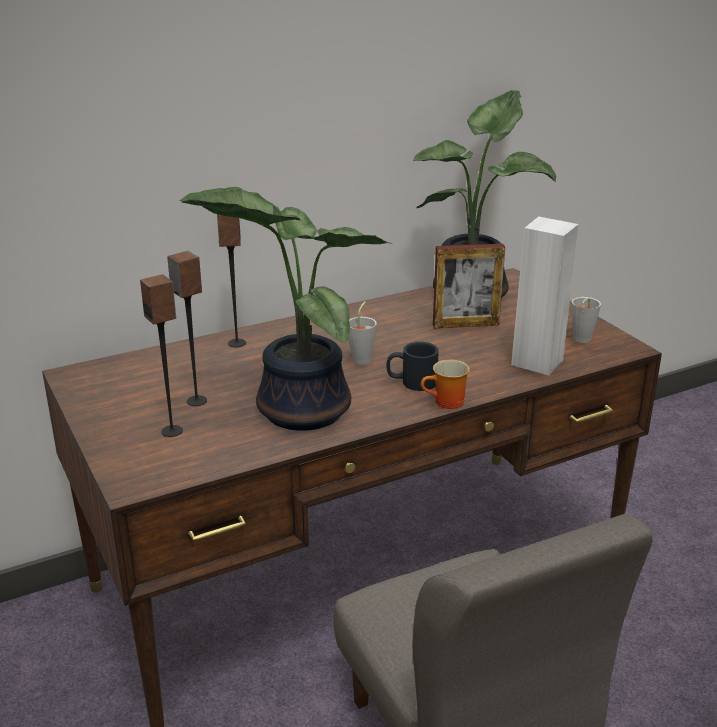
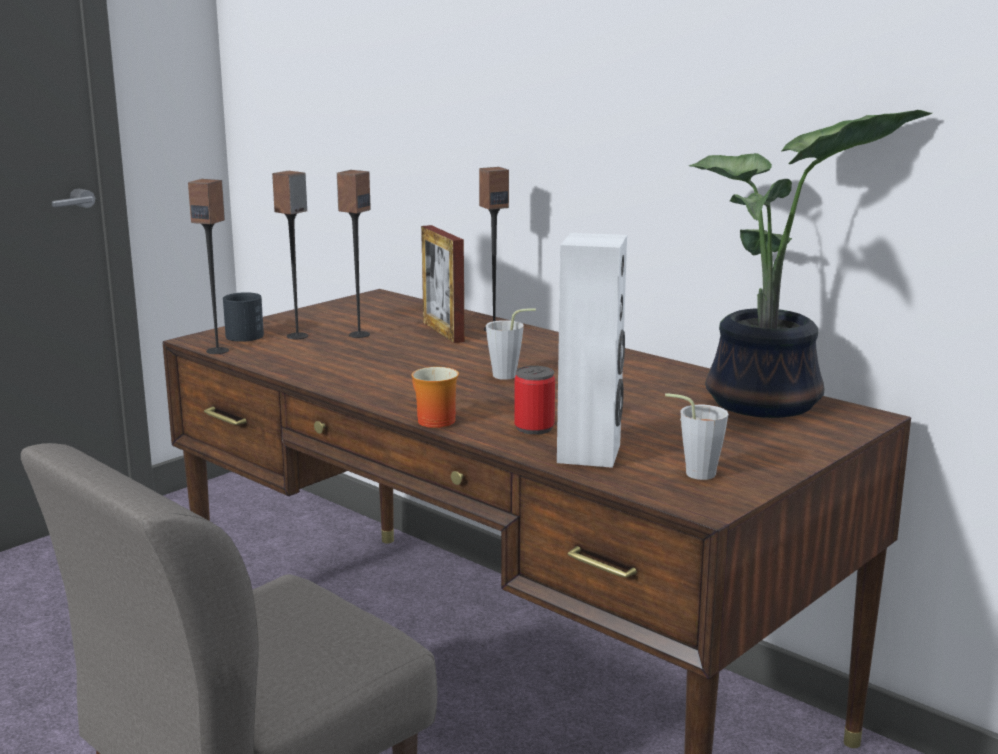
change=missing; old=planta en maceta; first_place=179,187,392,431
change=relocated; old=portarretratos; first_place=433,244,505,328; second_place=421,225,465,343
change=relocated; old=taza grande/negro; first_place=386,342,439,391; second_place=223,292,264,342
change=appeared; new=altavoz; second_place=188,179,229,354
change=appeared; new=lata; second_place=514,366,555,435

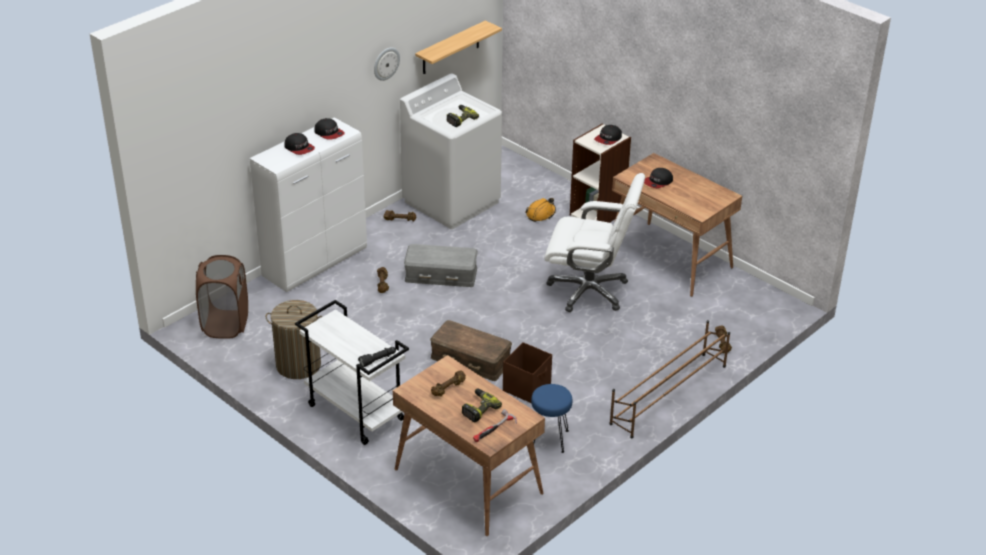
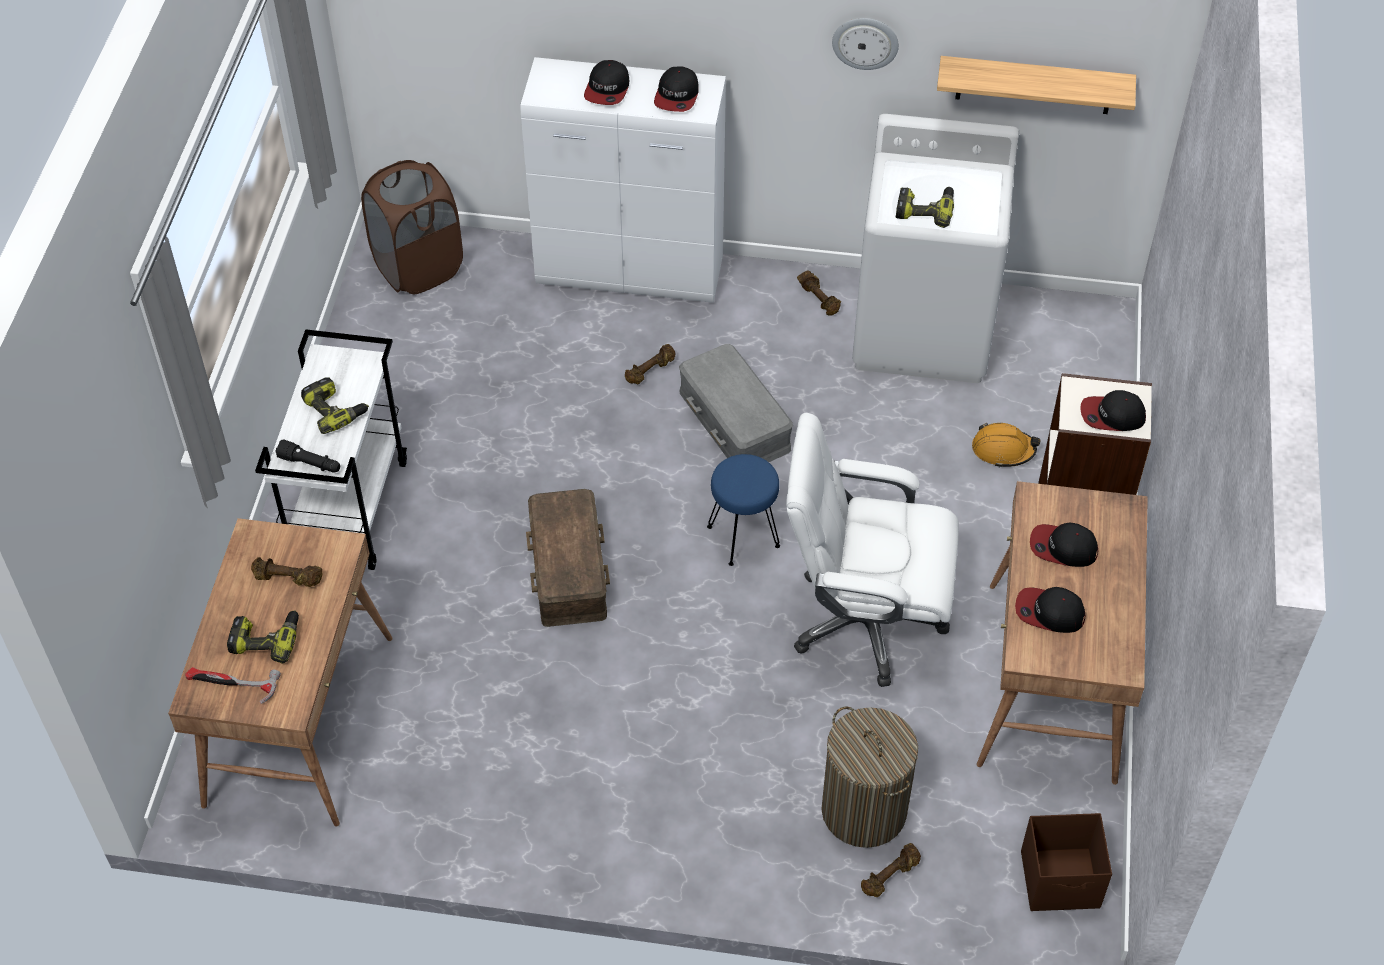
change=spun; old=silla de oficina/blanco; first_place=544,173,645,312; second_place=786,413,959,687; degrees=120
change=relocated; old=cesto de la ropa; first_place=265,300,322,379; second_place=821,706,918,848
change=missing; old=zapatero/marrón; first_place=610,320,730,438
change=relocated; old=caja de almacenaje/marrón; first_place=503,342,552,403; second_place=1021,813,1112,911
change=relocated; old=taburete/azul; first_place=531,384,573,453; second_place=707,454,780,566
change=appeared; new=taladro; second_place=301,377,369,434
change=appeared; new=gorra; second_place=1015,587,1085,633

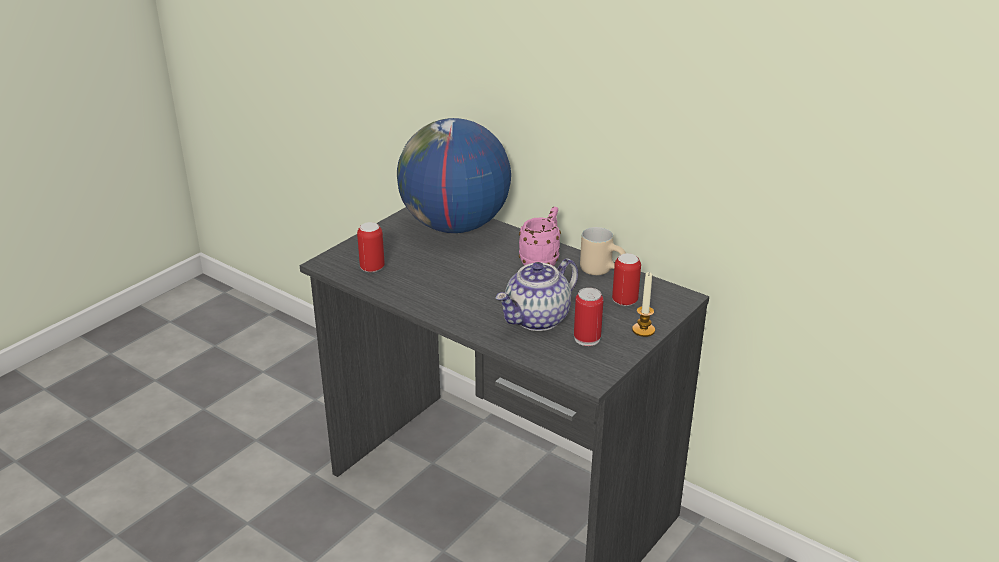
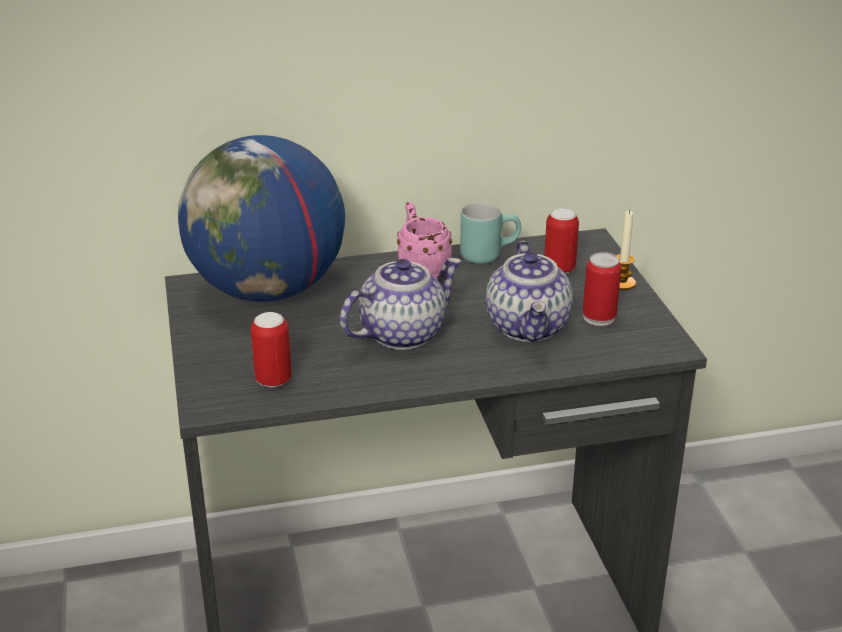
change=colour; old=taza grande/beis; new=taza grande/turquesa; first_place=580,227,626,275; second_place=460,202,521,264
change=appeared; new=tetera; second_place=340,258,462,350

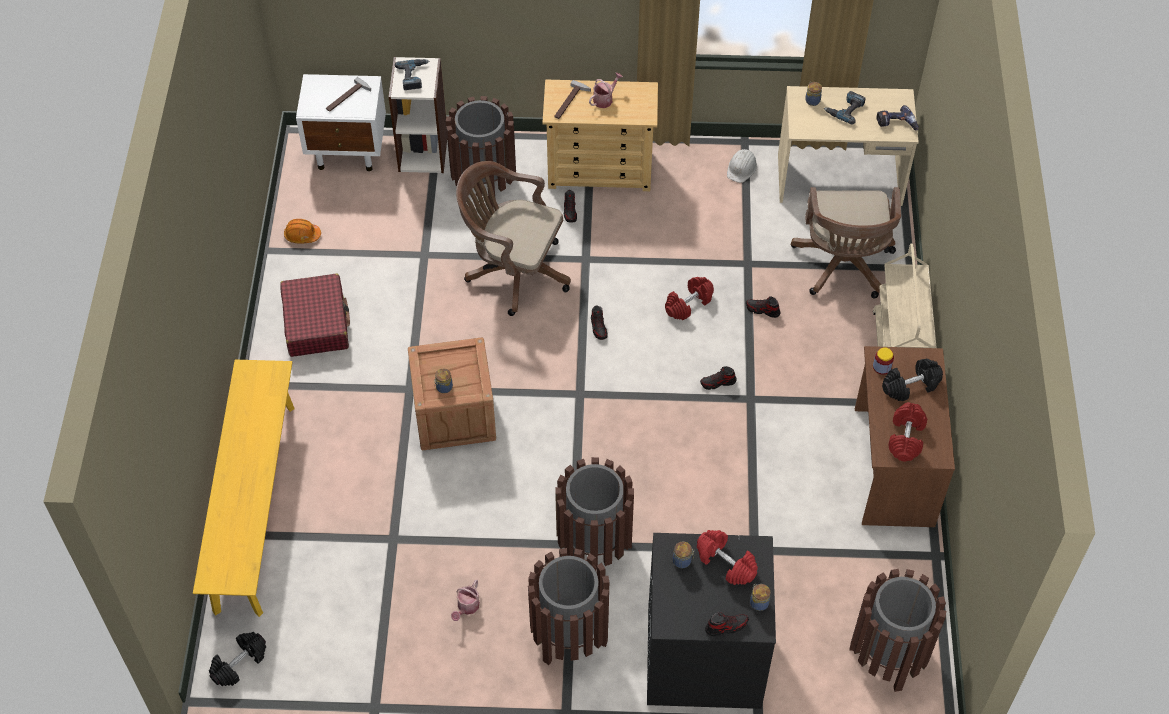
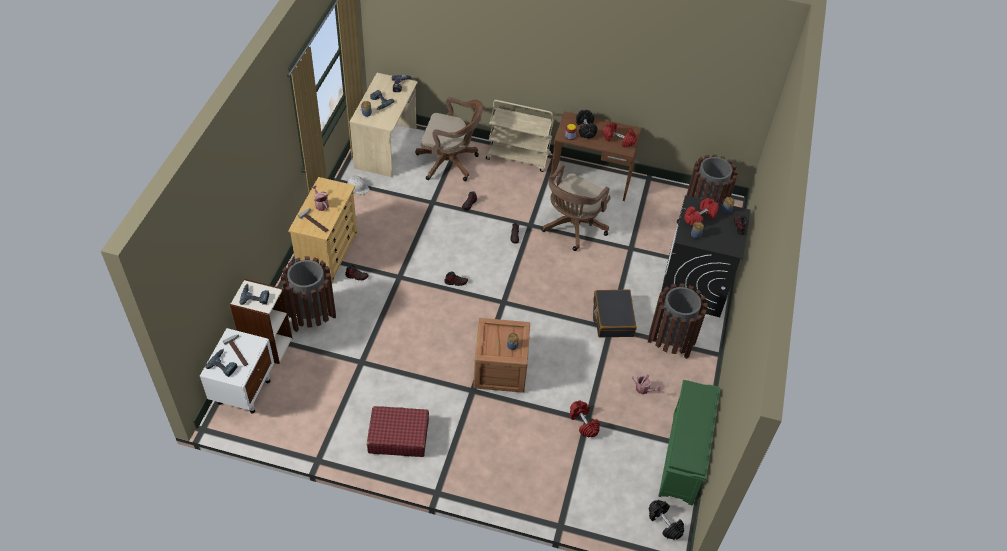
change=relocated; old=silla de oficina/marrón; first_place=456,161,571,316; second_place=541,164,611,251
change=missing; old=casco/naranja; first_place=284,219,321,244
change=relocated; old=mancuerna/rojo; first_place=665,277,714,320; second_place=570,400,600,438
change=missing; old=banco/amarillo; first_place=193,360,295,617
change=exchanged; old=papelera/marrón; new=maleta/negro; first_place=555,457,634,567; second_place=593,289,637,338
change=appeared; new=taladro; second_place=205,349,238,377
change=appeared; new=zapatero/verde; second_place=658,380,721,506

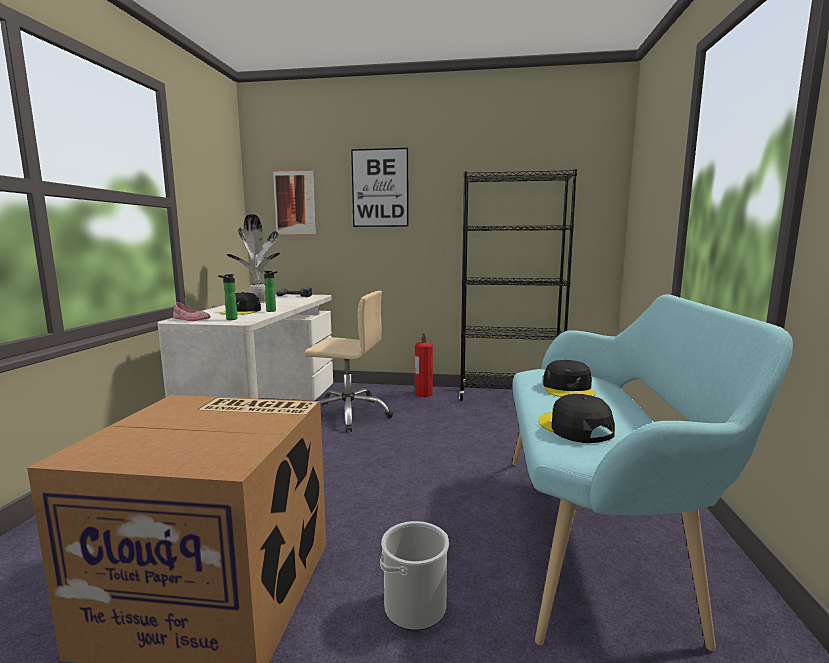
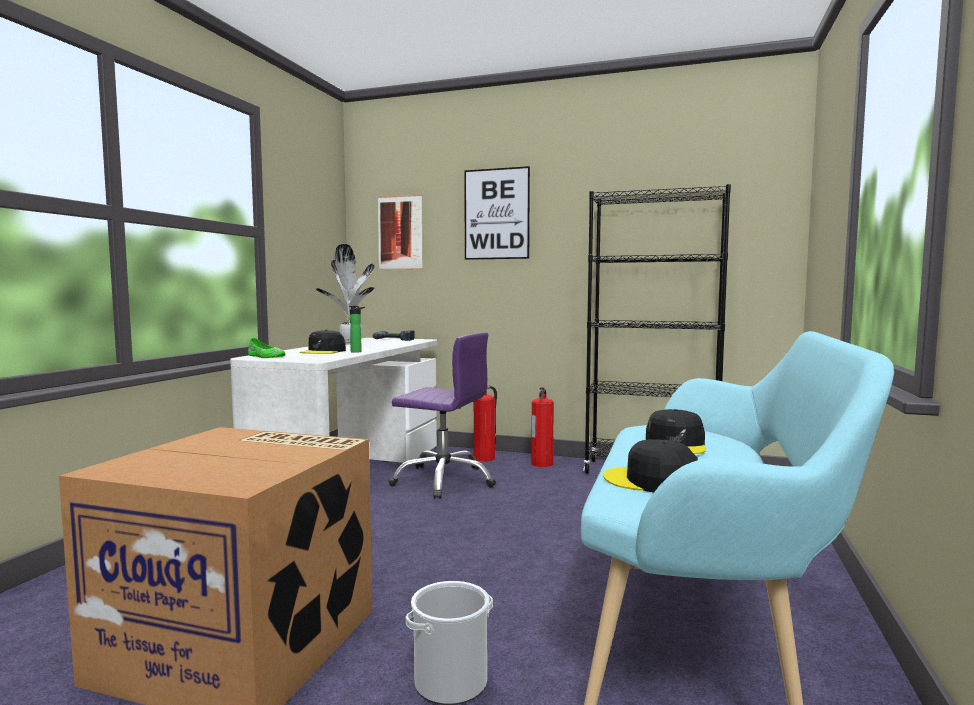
change=missing; old=botella; first_place=218,274,238,320
change=colour; old=silla de oficina/beis; new=silla de oficina/morado; first_place=304,291,393,432; second_place=388,332,496,499
change=colour; old=zapato/rosa; new=zapato/verde; first_place=173,302,211,321; second_place=248,338,285,358
change=spun; old=gorra/negro; first_place=539,394,615,443; second_place=603,439,698,492; degrees=-45
change=appeared; new=extintor; second_place=474,386,497,461

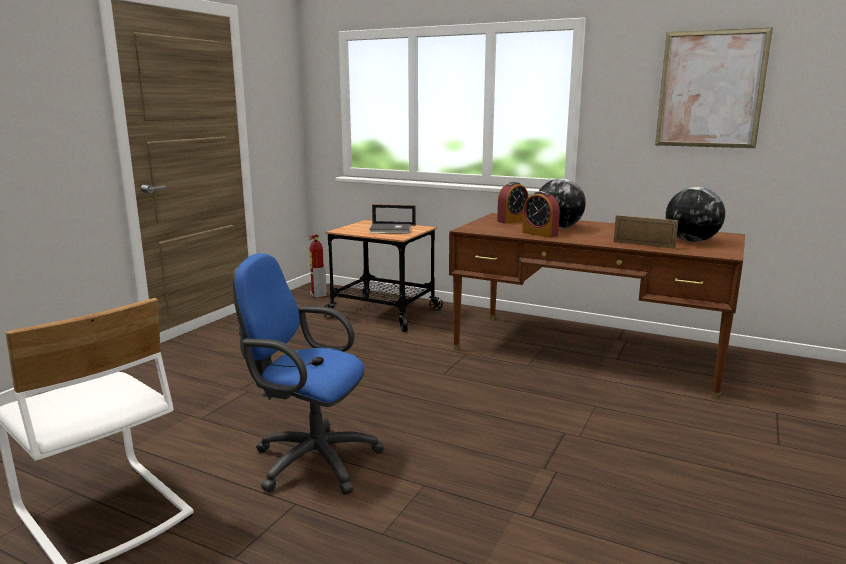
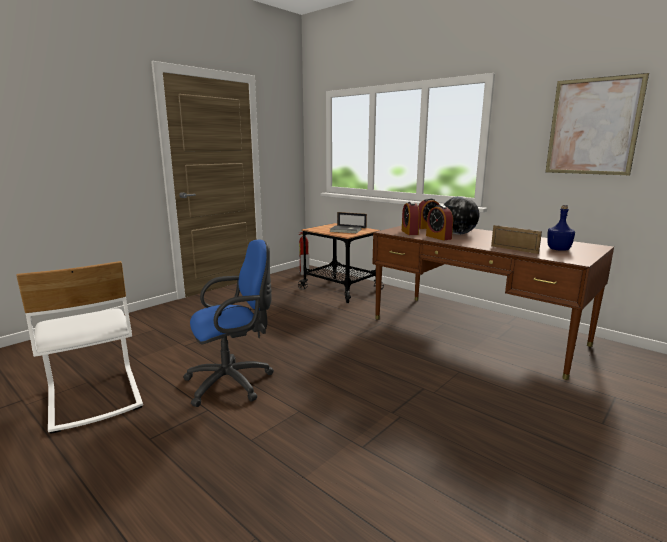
change=exchanged; old=globo terráqueo; new=botella/azul; first_place=666,187,725,242; second_place=547,205,575,251
change=spun; old=silla de oficina/azul; first_place=233,253,384,495; second_place=183,240,274,407; degrees=120
change=appeared; new=despertador; second_place=402,202,420,235

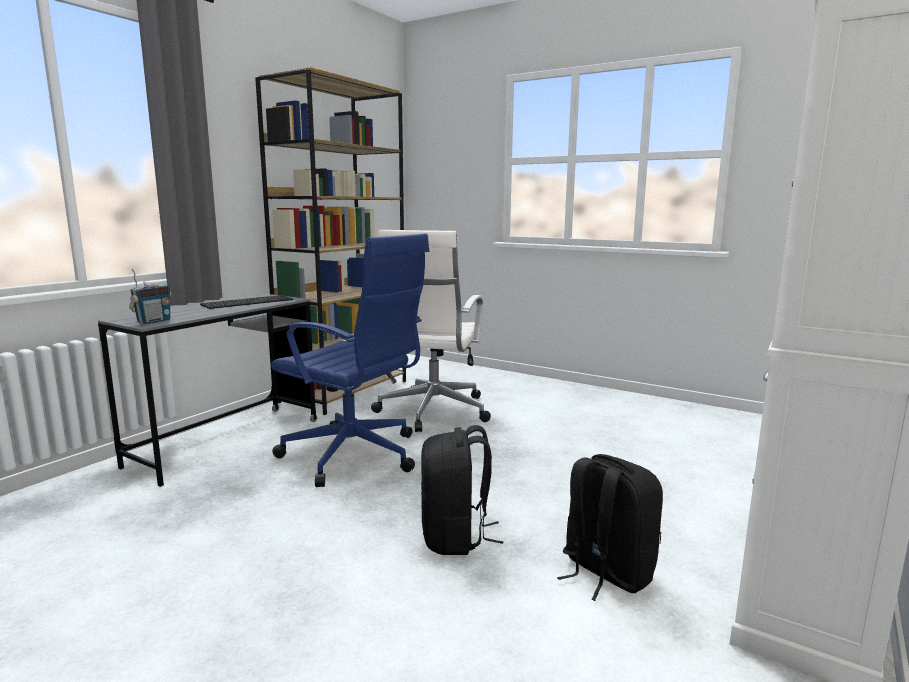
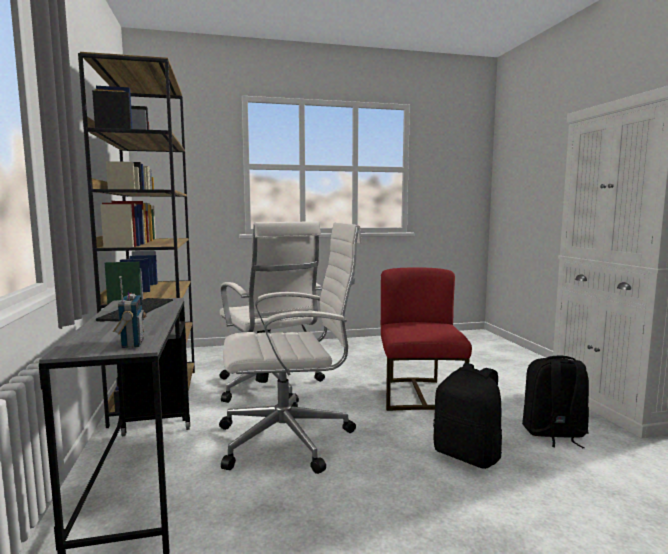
change=colour; old=silla de oficina/azul; new=silla de oficina/blanco; first_place=271,233,429,487; second_place=219,223,362,474
change=appeared; new=silla/rojo; second_place=381,268,472,411

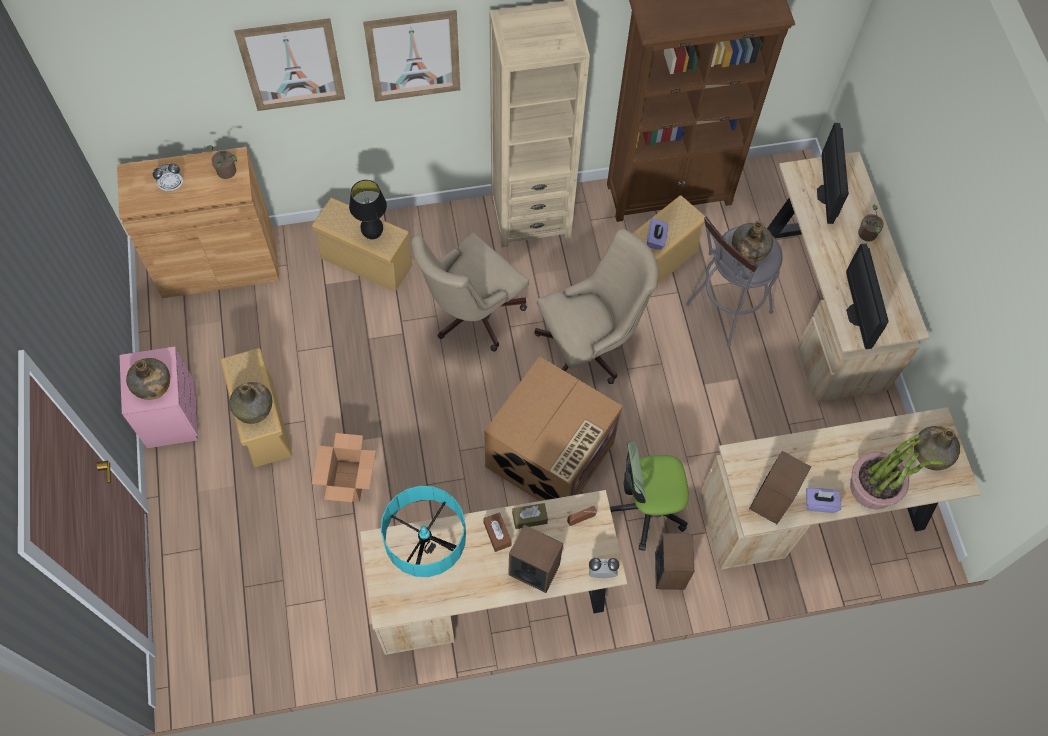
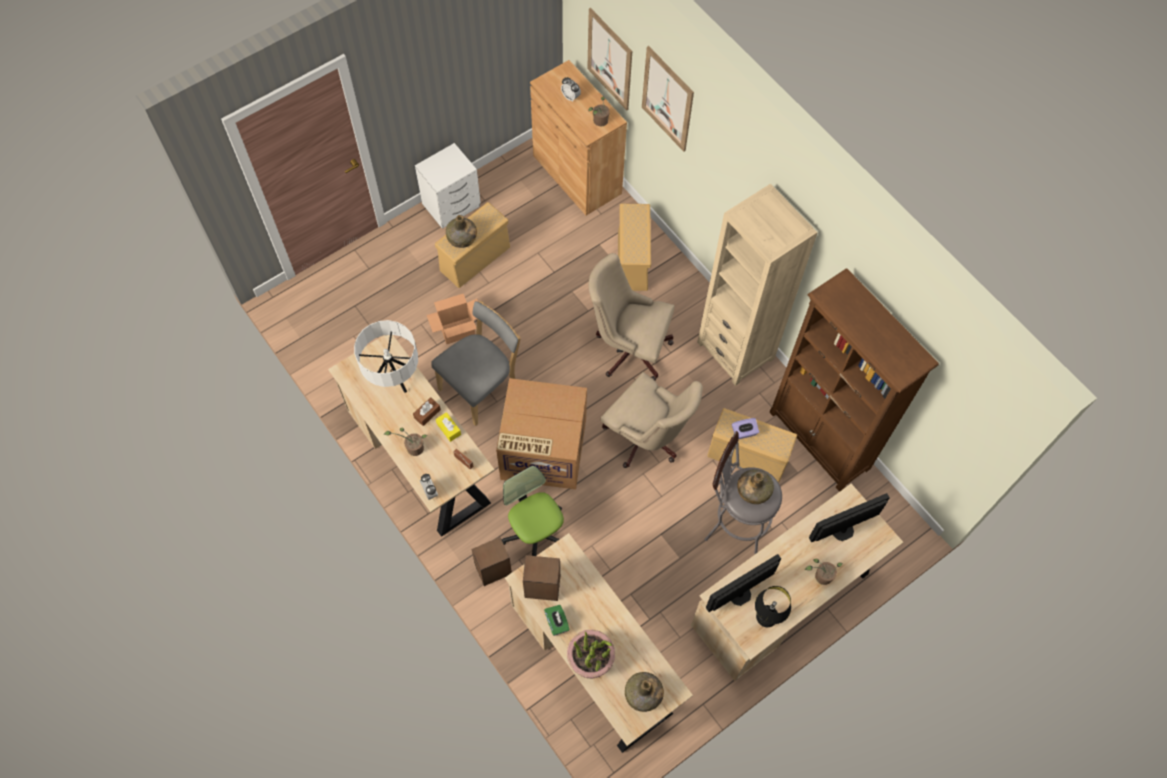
change=relocated; old=cuadro; first_place=363,10,460,102; second_place=587,8,632,111
change=relocated; old=lámpara de mesa/negro; first_place=349,180,387,239; second_place=755,586,791,627
change=colour; old=mesita de noche/rosa; new=mesita de noche/blanco; first_place=119,346,198,448; second_place=415,143,481,229
change=missing; old=botella/verde; first_place=126,358,170,400
change=colour; old=lámpara de mesa/turquesa; new=lámpara de mesa/blanco; first_place=381,486,466,577; second_place=354,320,418,393
change=colour; old=caja de pañuelos/morado; new=caja de pañuelos/verde; first_place=806,488,841,513; second_place=544,605,569,636
change=colour; old=caja de pañuelos/marrón; new=caja de pañuelos/amarillo; first_place=512,503,548,529; second_place=436,412,461,442
change=exchanged; old=altavoz; new=planta en maceta; first_place=508,525,563,593; second_place=384,428,428,456
change=appeared; new=silla/gris; second_place=431,301,521,426

